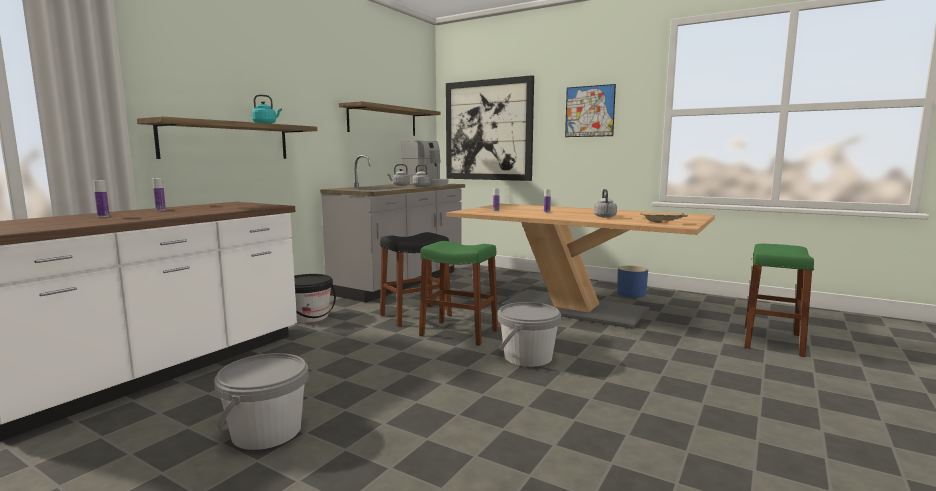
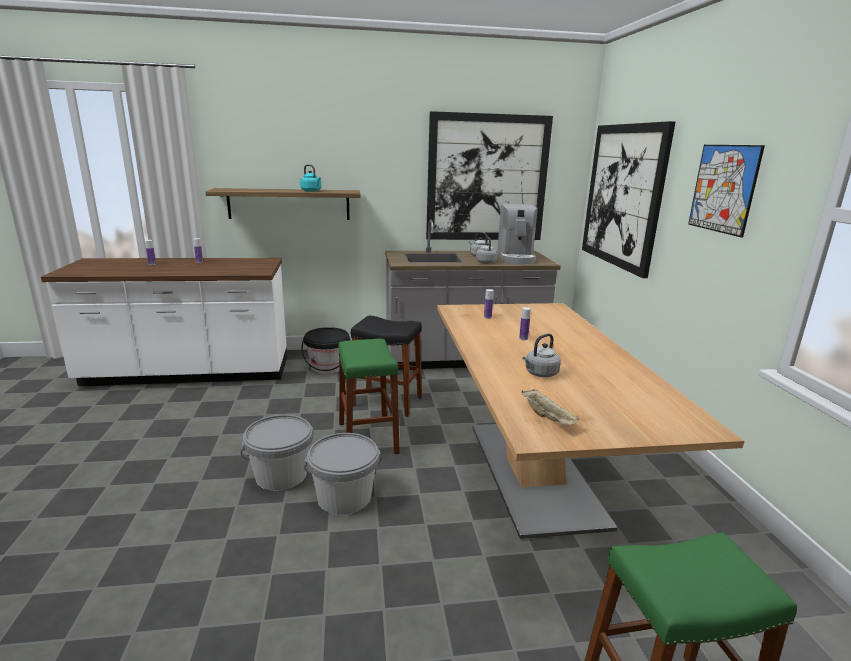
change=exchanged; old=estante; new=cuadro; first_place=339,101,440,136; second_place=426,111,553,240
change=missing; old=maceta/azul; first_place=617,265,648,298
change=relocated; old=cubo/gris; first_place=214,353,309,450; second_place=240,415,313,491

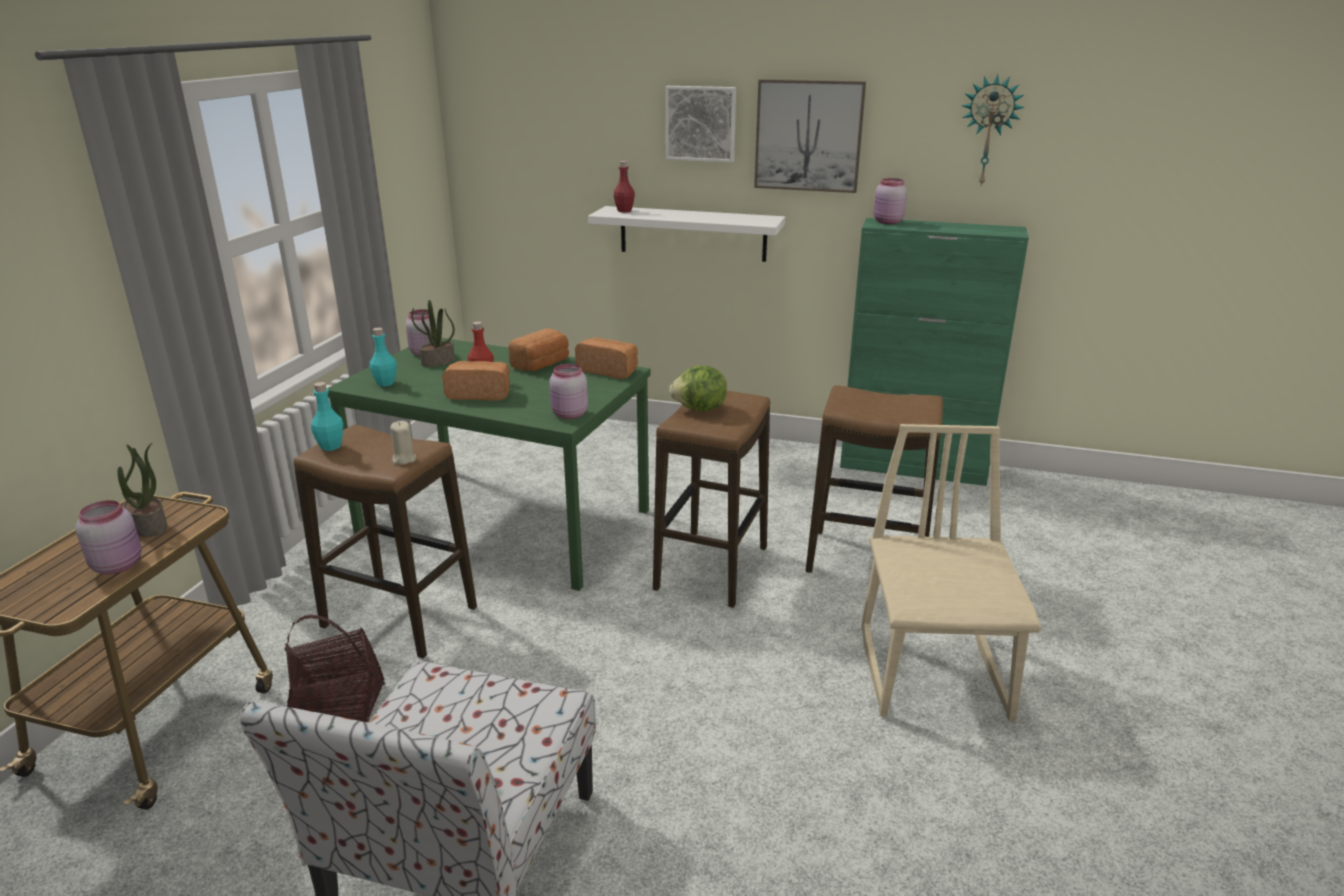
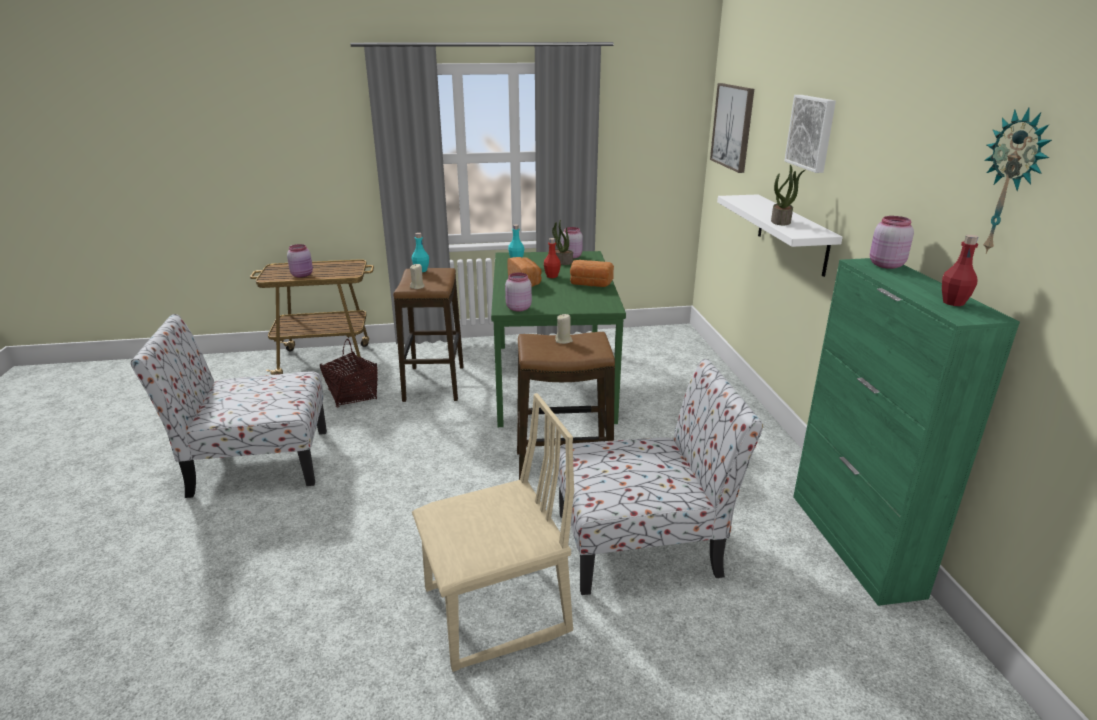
change=relocated; old=cuadro; first_place=754,79,866,193; second_place=710,83,754,173
change=relocated; old=botella/rojo; first_place=614,161,635,213; second_place=942,235,978,306
change=missing; old=pan; first_place=575,337,638,379
change=exchanged; old=lechuga; new=vela/beis; first_place=669,366,727,412; second_place=555,314,573,344
change=exchanged; old=taburete; new=silla; first_place=806,385,943,573; second_place=558,359,763,595
change=relocated; old=planta en maceta; first_place=118,442,167,537; second_place=771,165,805,225

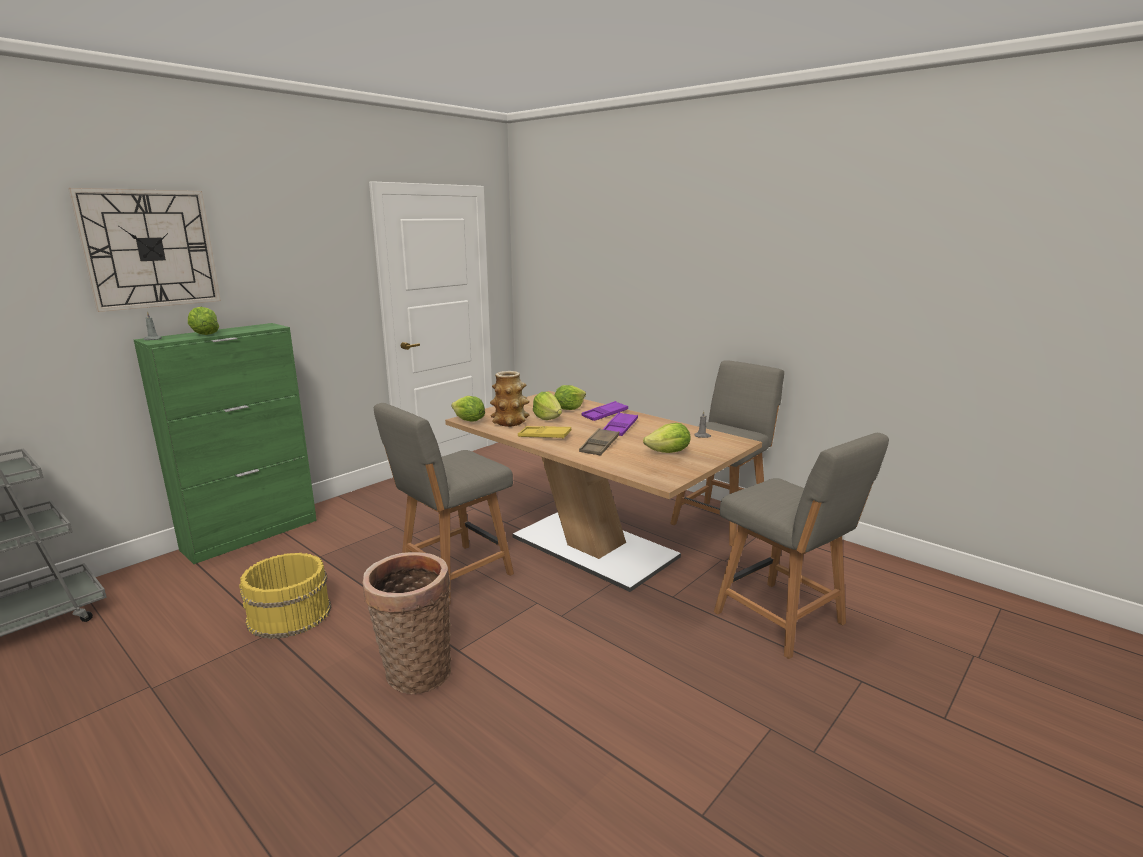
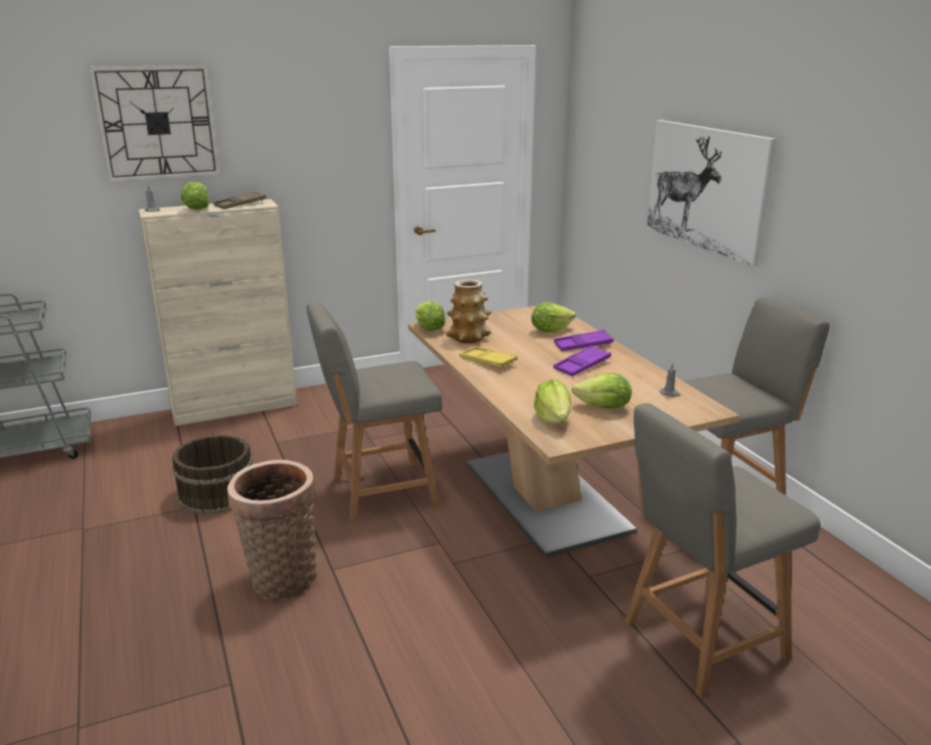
change=colour; old=armario/verde; new=armario/beis; first_place=134,323,317,564; second_place=139,199,297,426
change=relocated; old=lechuga; first_place=533,392,562,420; second_place=534,380,571,424
change=relocated; old=bandeja/marrón; first_place=579,428,619,456; second_place=213,191,266,209
change=spun; old=silla/gris; first_place=714,433,889,659; second_place=625,403,821,698; degrees=75
change=colour; old=cubo/amarillo; new=cubo/marrón; first_place=239,553,332,639; second_place=172,435,253,515
change=appeared; new=cuadro; second_place=647,120,776,267

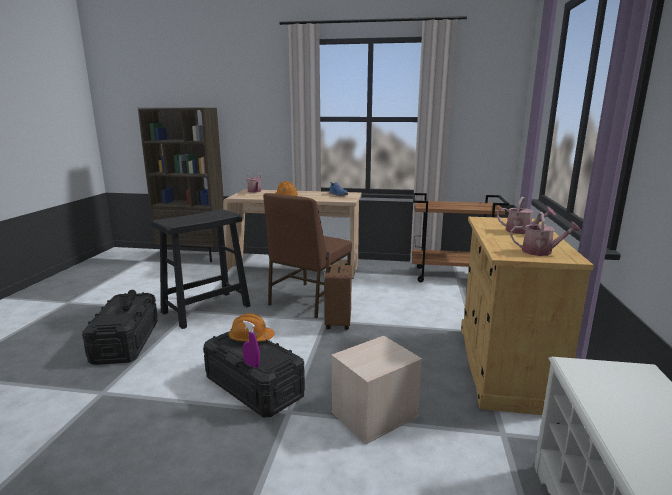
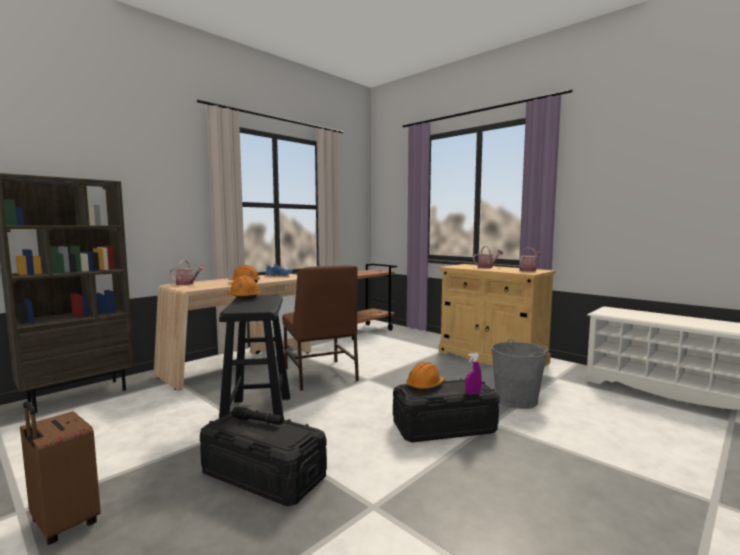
change=relocated; old=maleta/marrón; first_place=324,252,352,330; second_place=20,401,101,545
change=exchanged; old=caja de almacenaje/beis; new=cubo/gris; first_place=331,336,422,444; second_place=492,339,548,409
change=appeared; new=casco/naranja; second_place=228,275,261,300

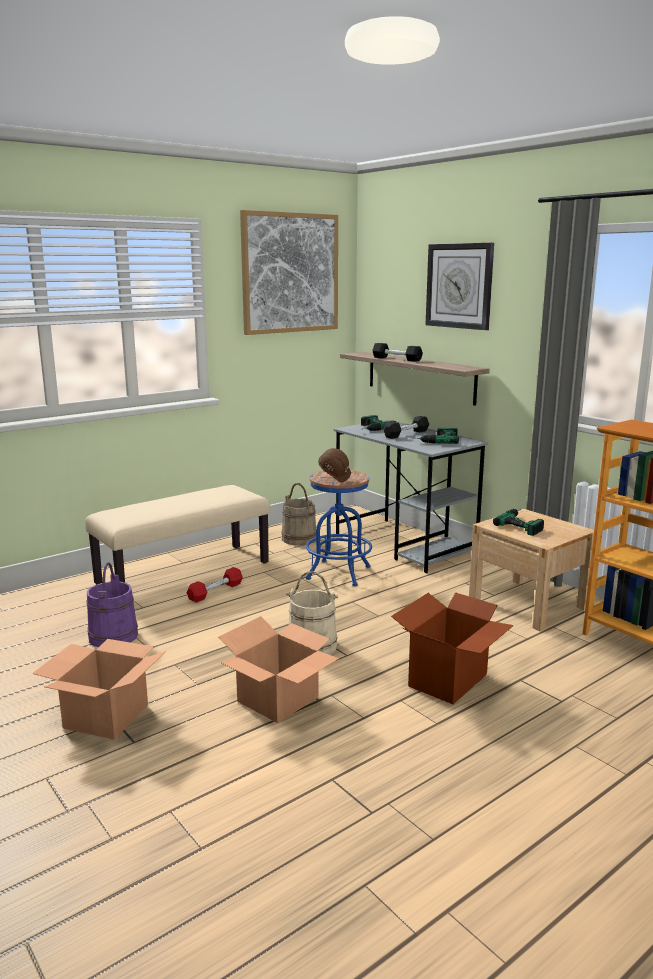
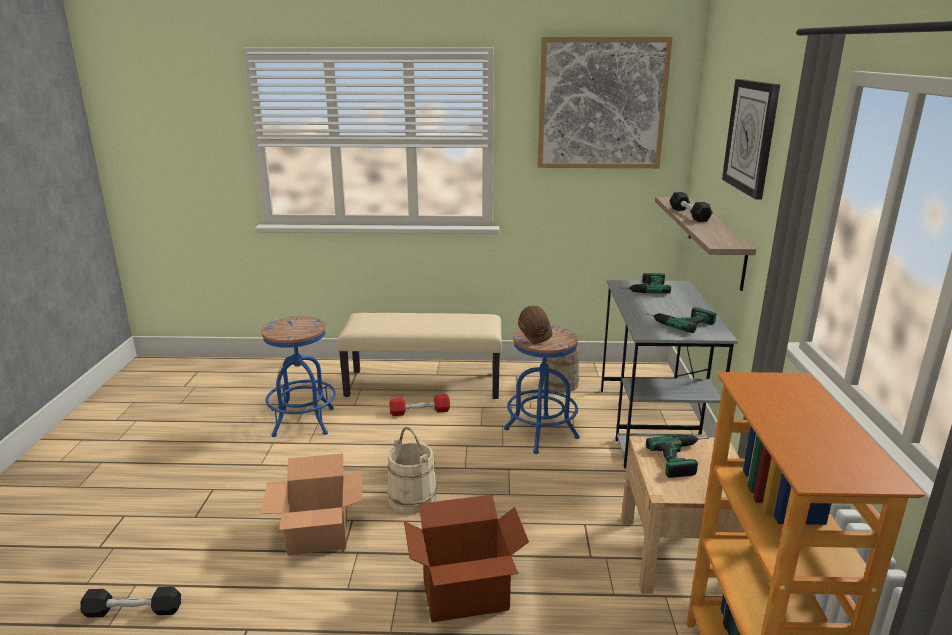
change=relocated; old=mancuerna/negro; first_place=383,416,429,439; second_place=80,587,181,618
change=exchanged; old=cubo/morado; new=taburete/azul; first_place=87,562,138,647; second_place=261,316,336,437
change=missing; old=caja de cartón; first_place=32,639,166,740

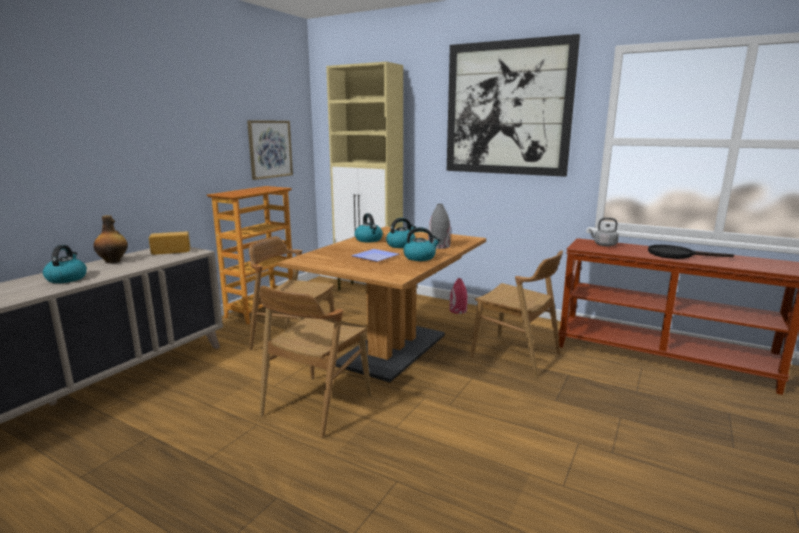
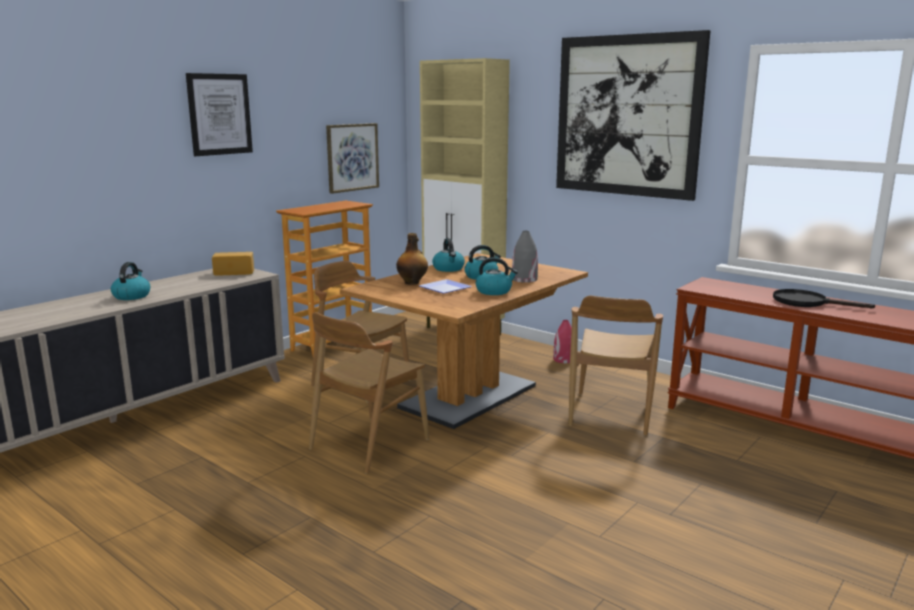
change=relocated; old=botella; first_place=93,215,128,263; second_place=396,233,428,285
change=missing; old=hervidor/gris; first_place=589,218,619,246
change=spun; old=silla/marrón; first_place=470,250,563,378; second_place=569,296,663,436; degrees=60
change=appeared; new=cuadro; second_place=186,73,253,156

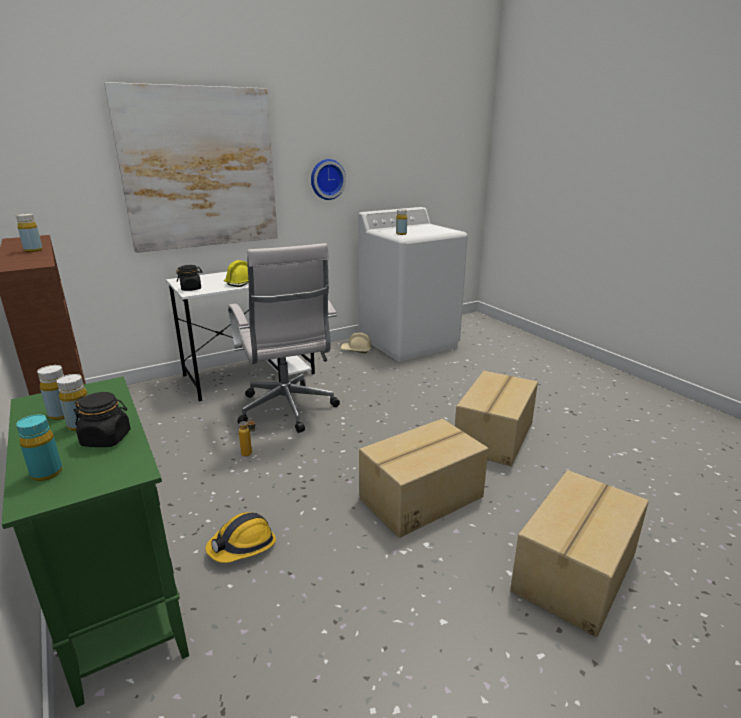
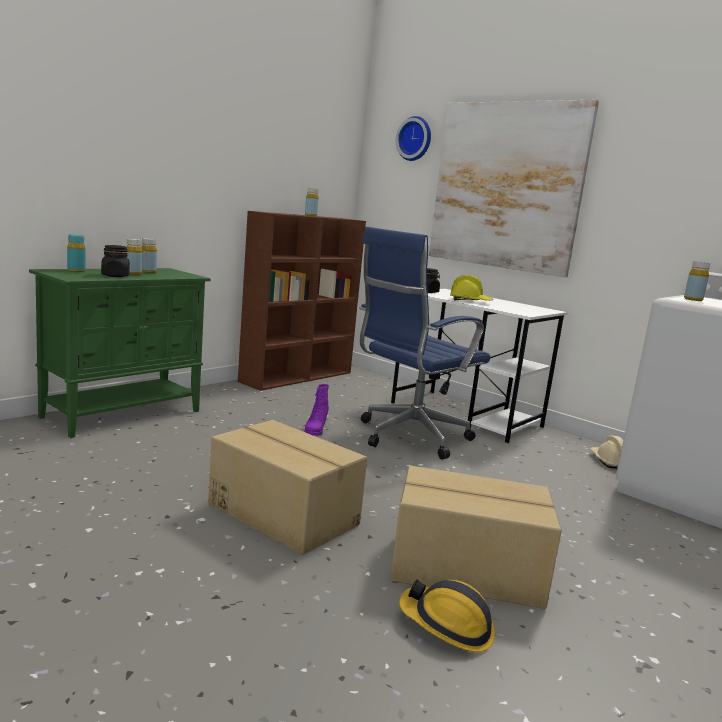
change=relocated; old=reloj de pared; first_place=311,159,346,200; second_place=396,116,431,161
change=colour; old=silla de oficina/blanco; new=silla de oficina/azul; first_place=228,243,340,433; second_place=359,227,491,460
change=exchanged; old=botella; new=bota/morado; first_place=239,418,256,456; second_place=305,384,329,436
change=missing; old=caja de cartón; first_place=510,470,649,637
change=relocated; old=casco; first_place=205,512,276,563; second_place=399,579,495,652

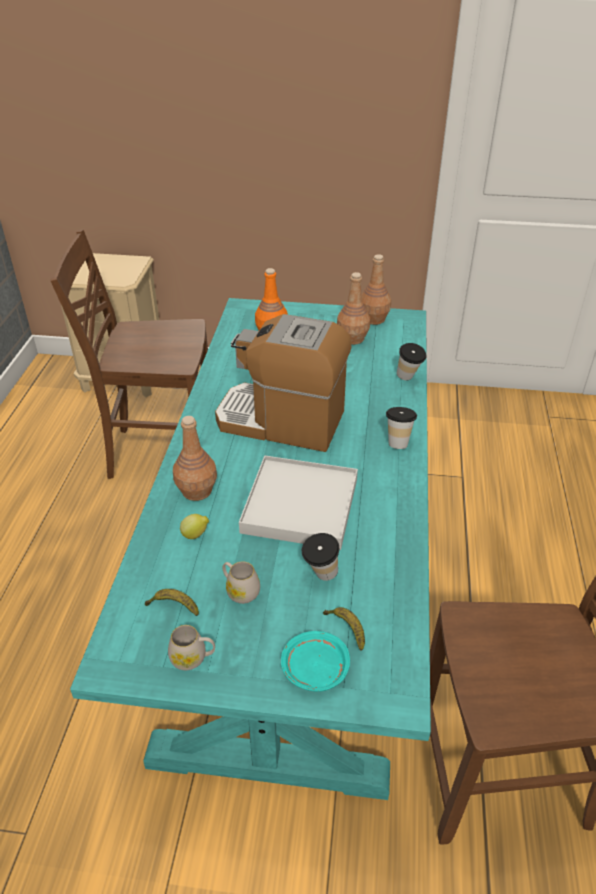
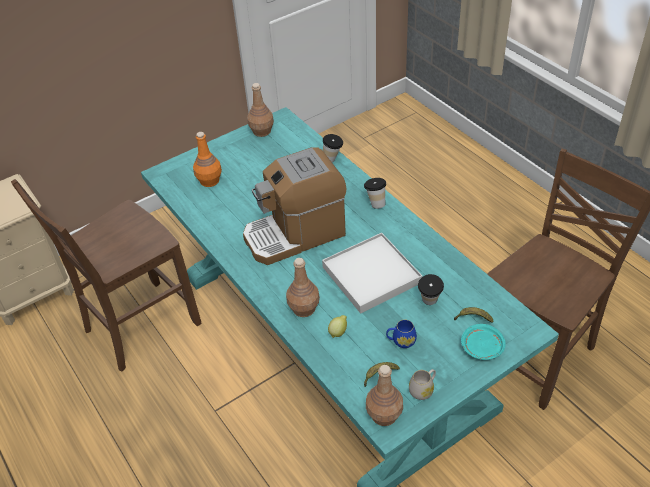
change=relocated; old=botella/marrón; first_place=337,272,370,345; second_place=366,365,403,426
change=colour; old=taza grande/blanco; new=taza grande/azul; first_place=223,561,260,604; second_place=386,320,417,348

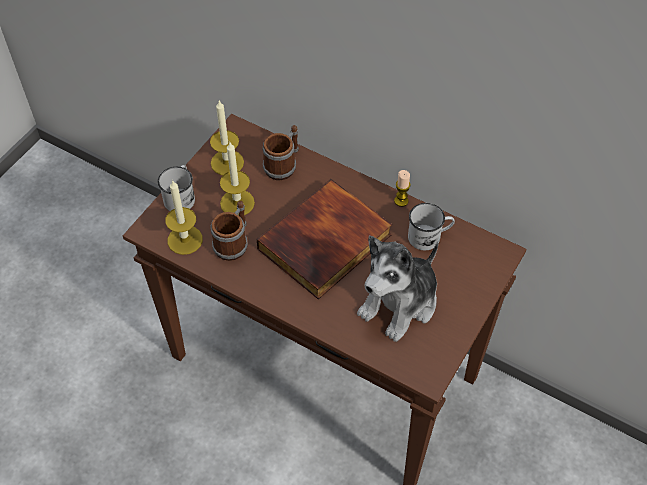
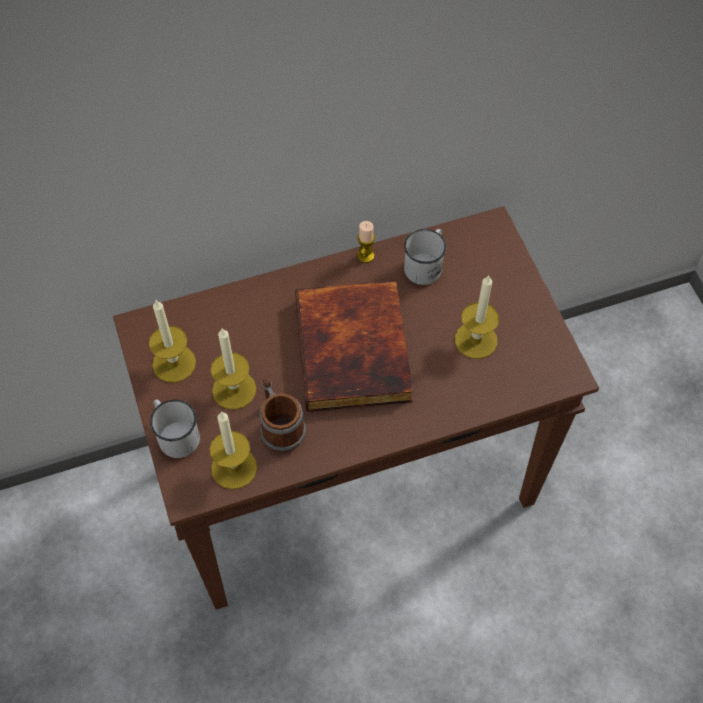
change=missing; old=taza grande; first_place=263,125,299,180
change=exchanged; old=peluche; new=vela; first_place=357,236,438,342; second_place=455,275,499,359

